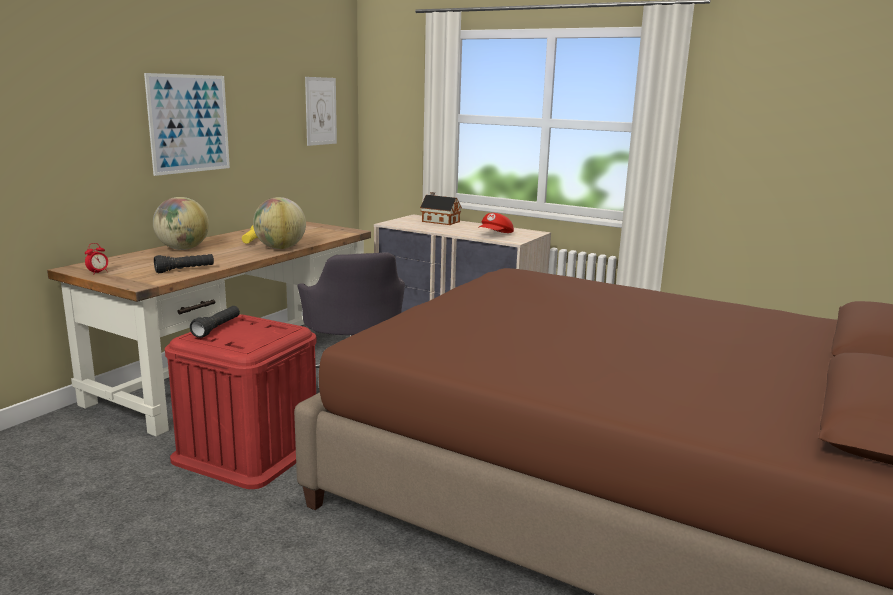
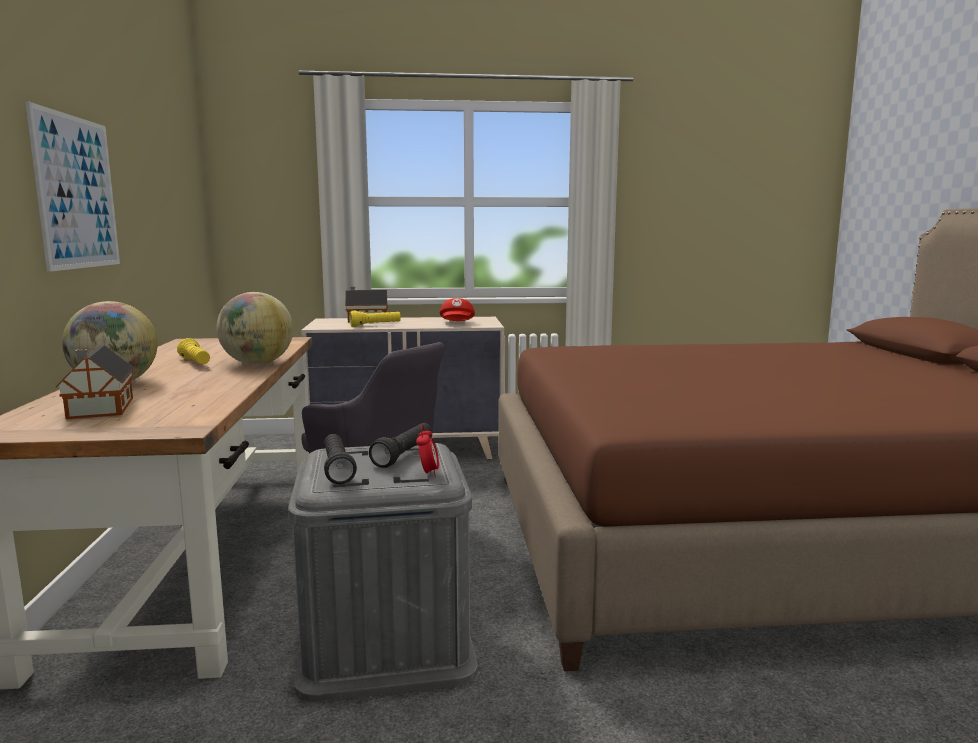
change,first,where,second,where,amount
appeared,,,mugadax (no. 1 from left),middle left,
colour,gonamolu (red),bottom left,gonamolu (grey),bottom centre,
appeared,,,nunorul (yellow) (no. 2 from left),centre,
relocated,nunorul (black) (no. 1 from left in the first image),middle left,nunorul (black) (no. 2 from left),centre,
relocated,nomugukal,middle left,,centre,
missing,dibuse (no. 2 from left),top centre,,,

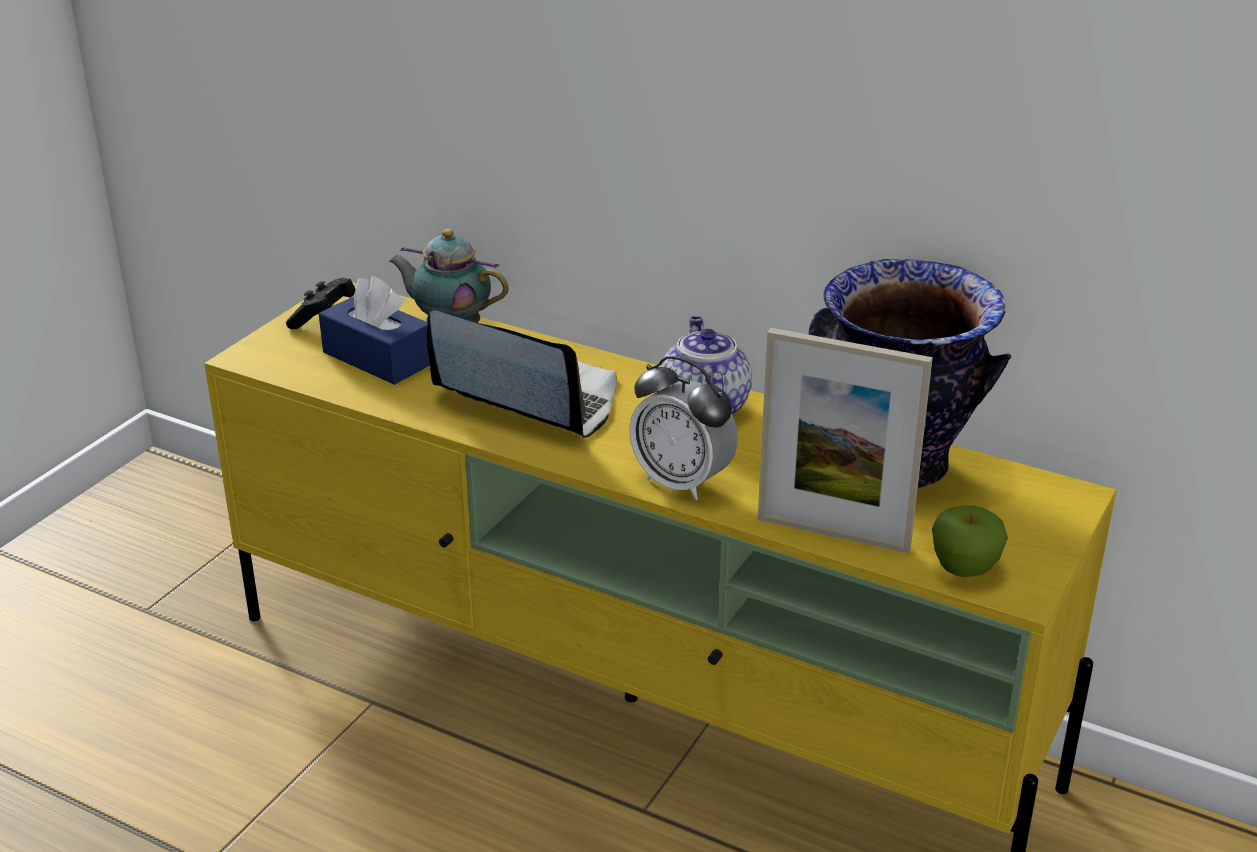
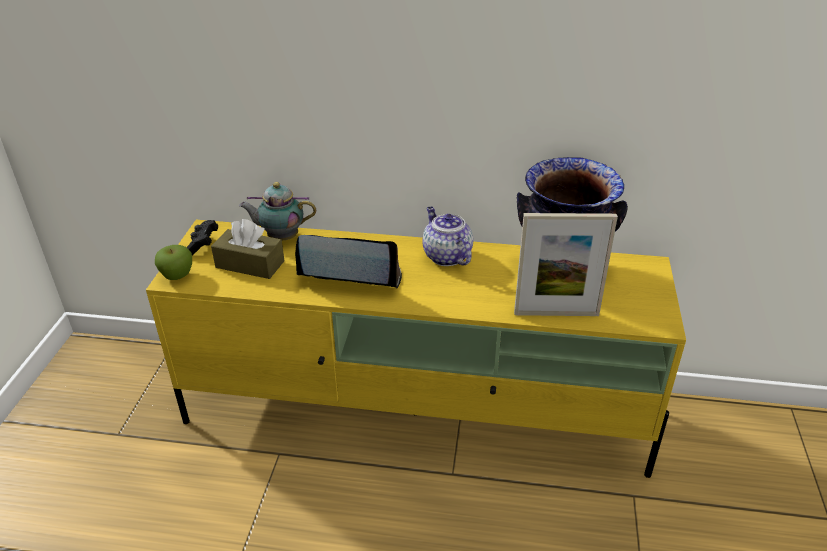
change,first,where,second,where,amount
relocated,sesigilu,middle right,,middle left,
colour,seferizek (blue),middle left,seferizek (brown),middle left,
missing,nomugukal,centre,,,

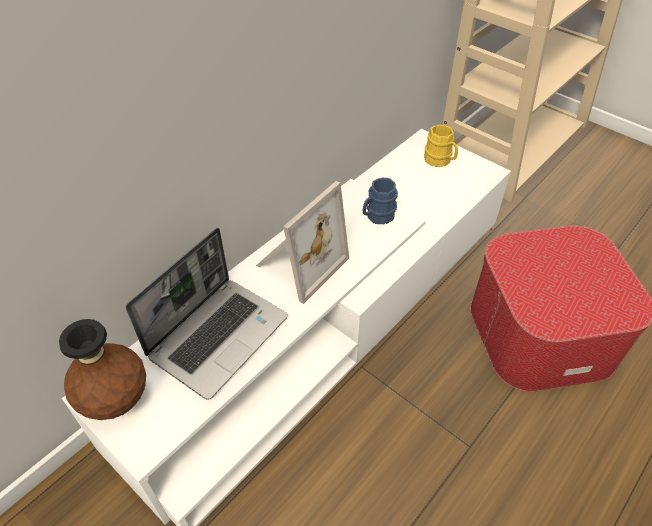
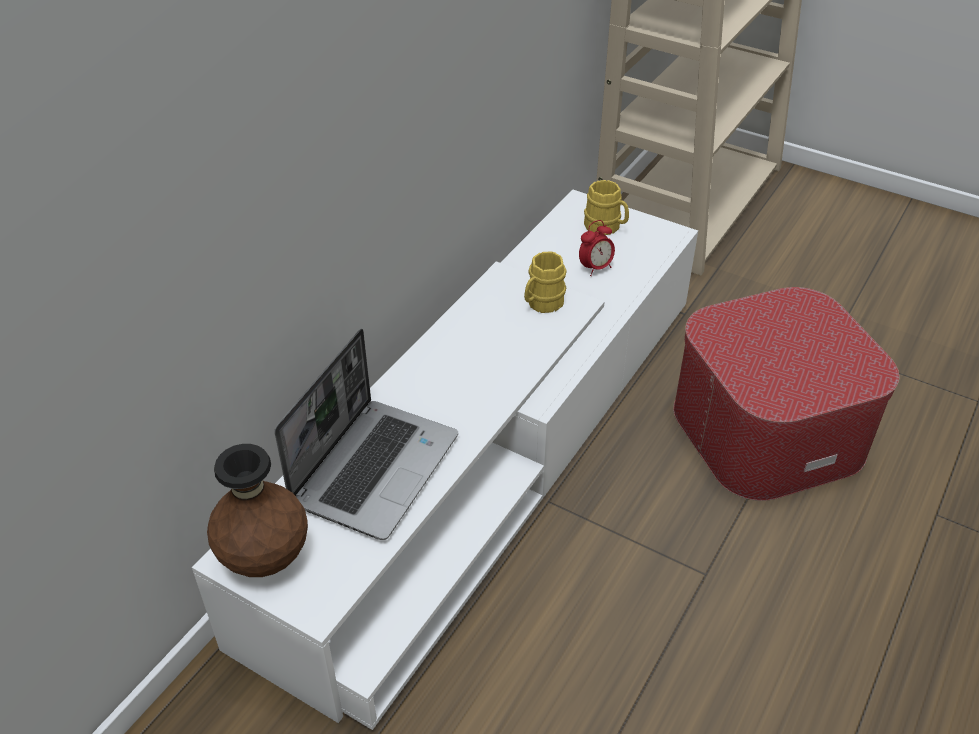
change,first,where,second,where,amount
colour,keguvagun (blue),centre,keguvagun (yellow) (no. 1 from left),centre,
appeared,,,nomugukal,centre,
missing,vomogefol,centre,,,

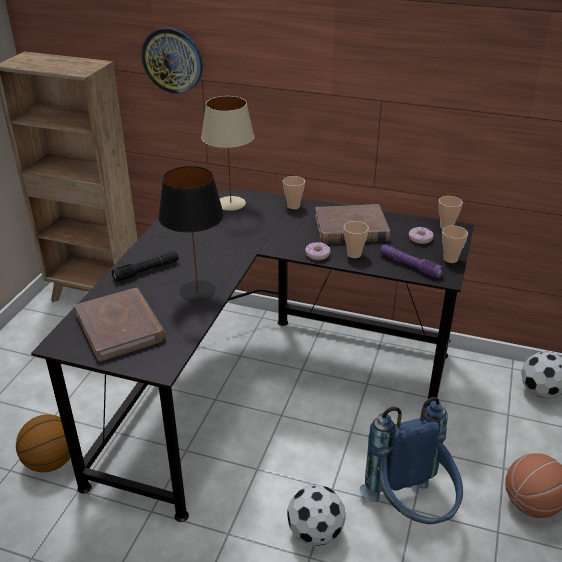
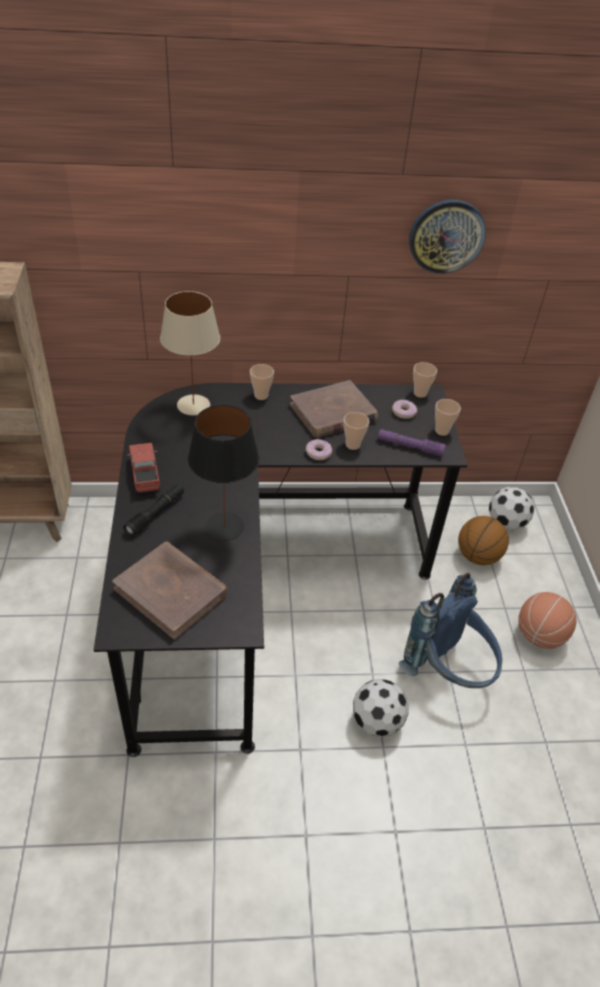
change,first,where,second,where,amount
appeared,,,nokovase,middle left,
relocated,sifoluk,top left,,top right,
relocated,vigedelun (no. 1 from left),bottom left,,middle right,

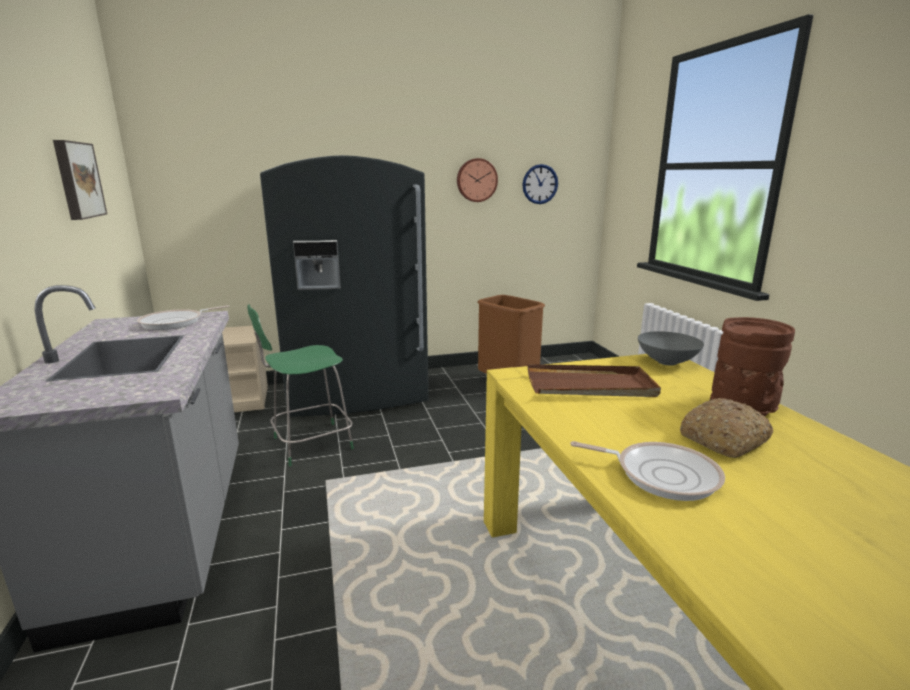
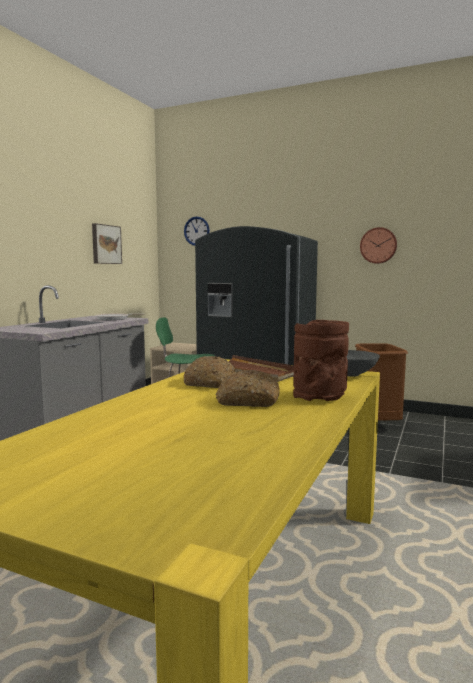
change,first,where,second,where,amount
relocated,sifoluk (no. 2 from left in the first image),top centre,sifoluk (no. 1 from left),centre,
appeared,,,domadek (no. 1 from left),centre,
missing,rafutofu (no. 2 from left),bottom right,,,

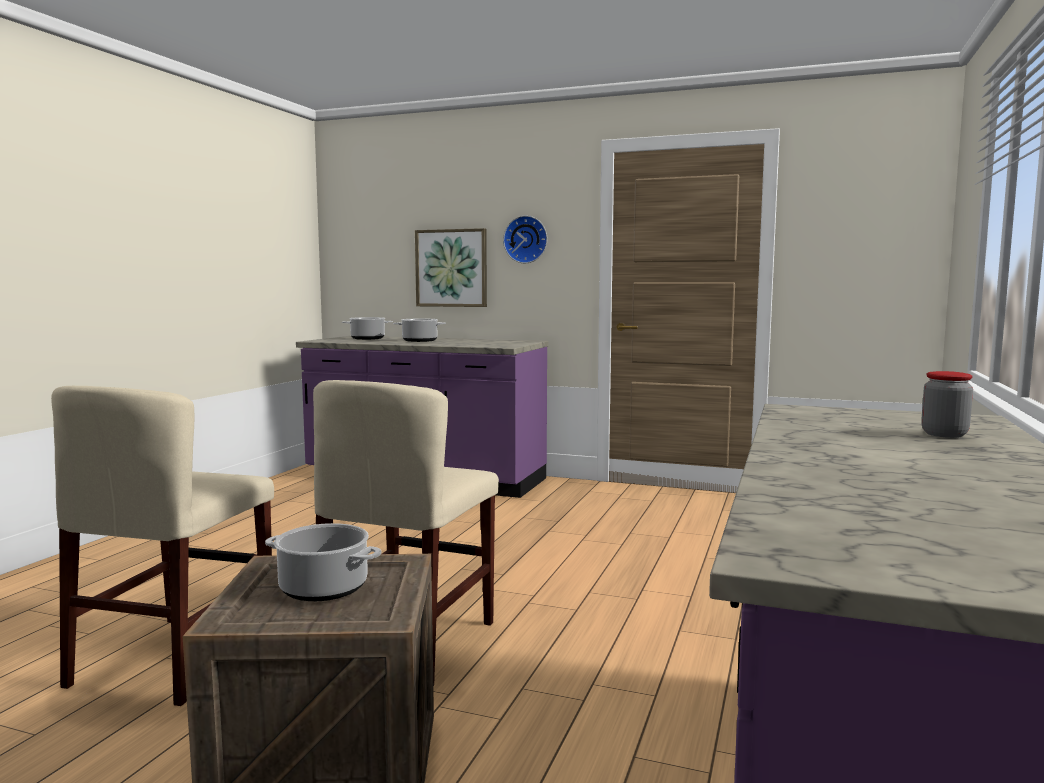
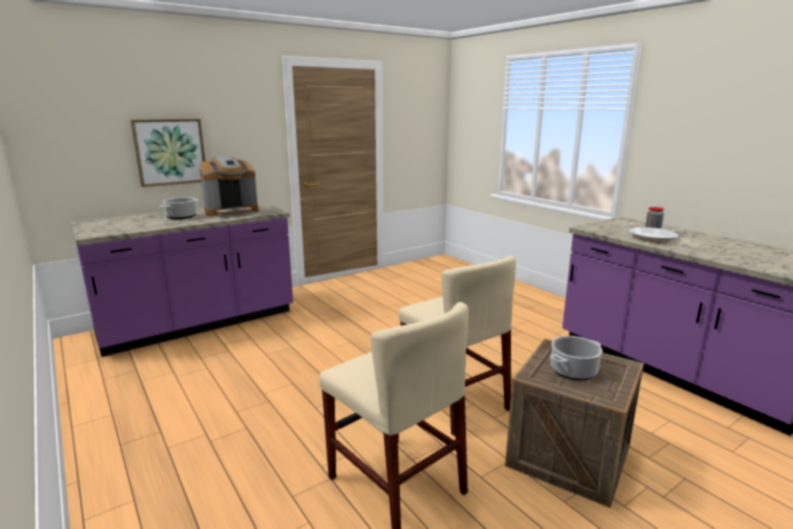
change,first,where,second,where,amount
appeared,,,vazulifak,middle left,
appeared,,,rafutofu,middle right,
missing,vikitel (no. 2 from left),centre,,,
missing,sifoluk,top centre,,,

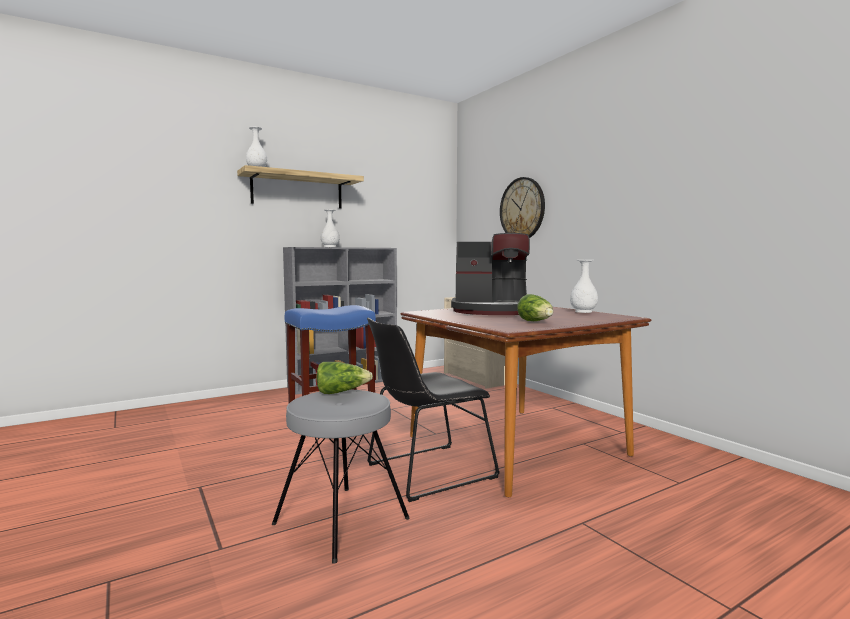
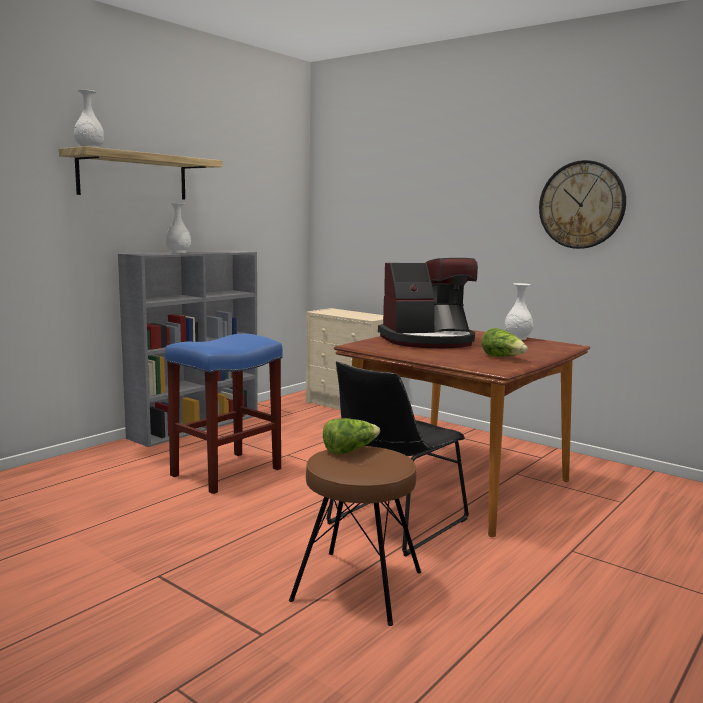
change,first,where,second,where,amount
colour,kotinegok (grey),bottom centre,kotinegok (brown),bottom centre,
relocated,sifoluk,centre,,top right,

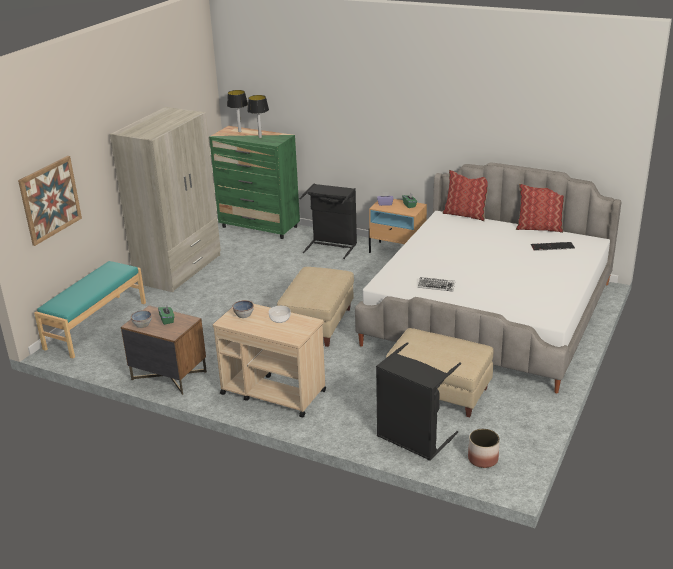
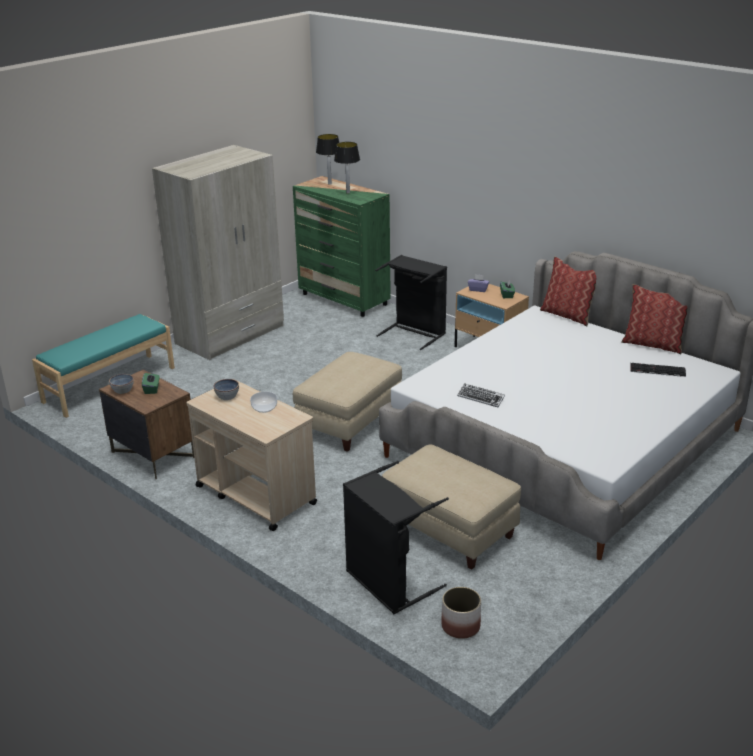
change,first,where,second,where,amount
missing,dibuse,middle left,,,

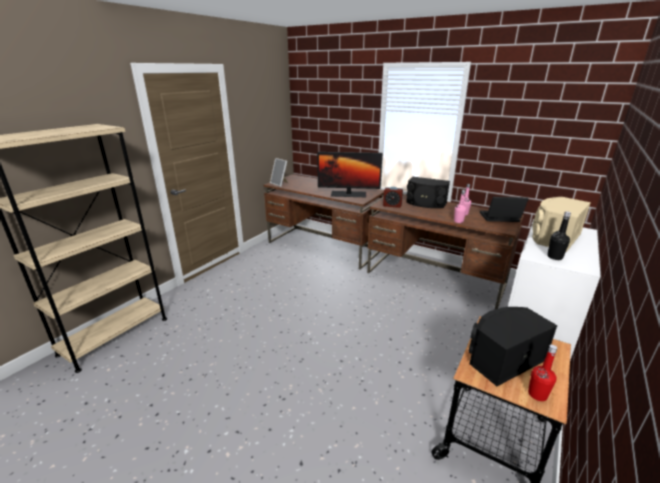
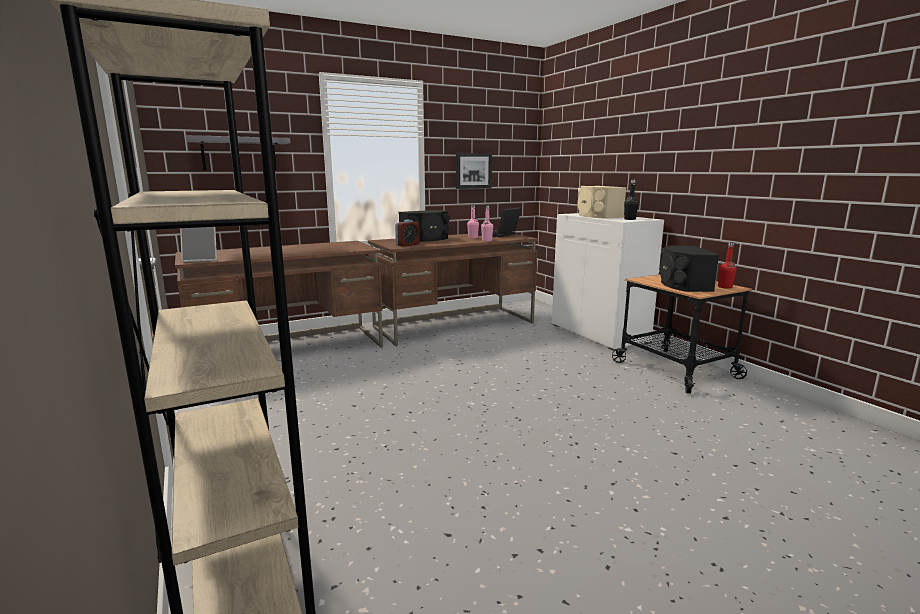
change,first,where,second,where,amount
appeared,,,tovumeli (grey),top left,
appeared,,,dibuse,top centre,
missing,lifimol,centre,,,

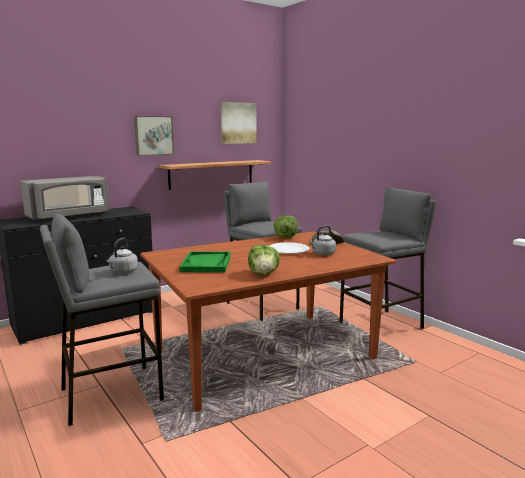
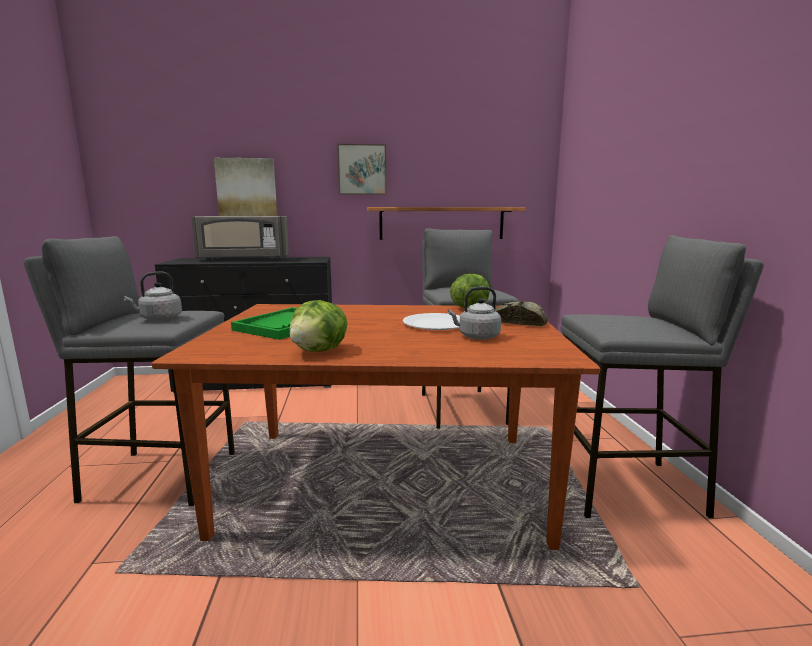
change,first,where,second,where,amount
relocated,dibuse (no. 2 from left in the first image),top centre,dibuse (no. 1 from left),top left,

